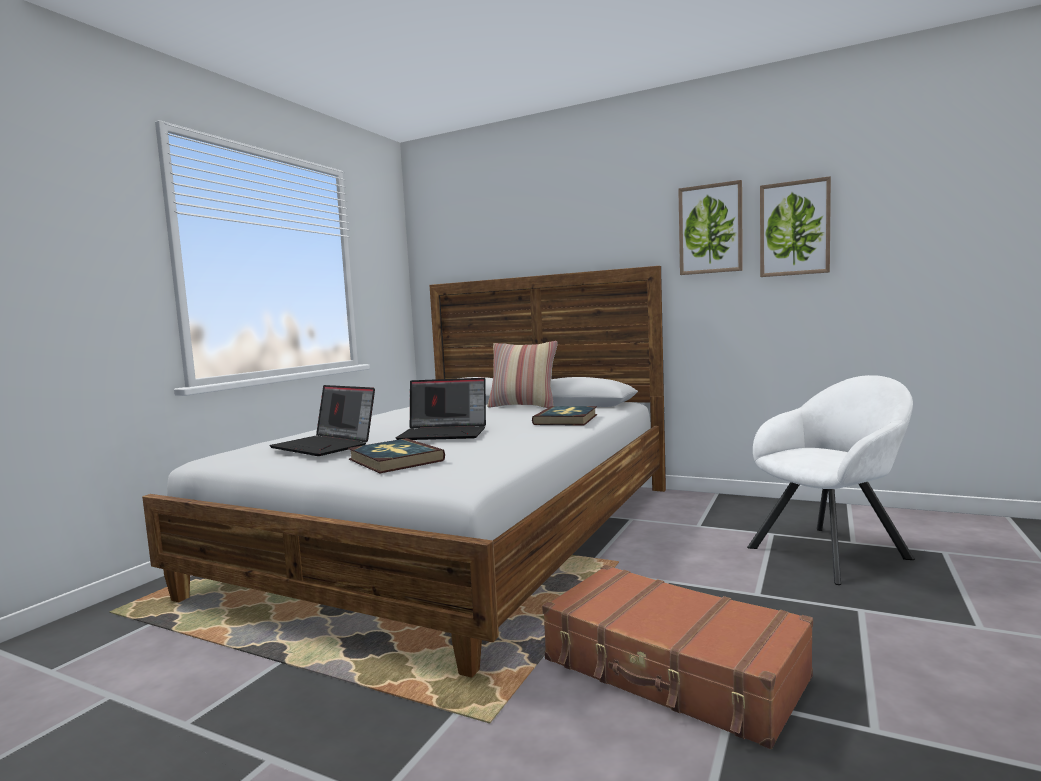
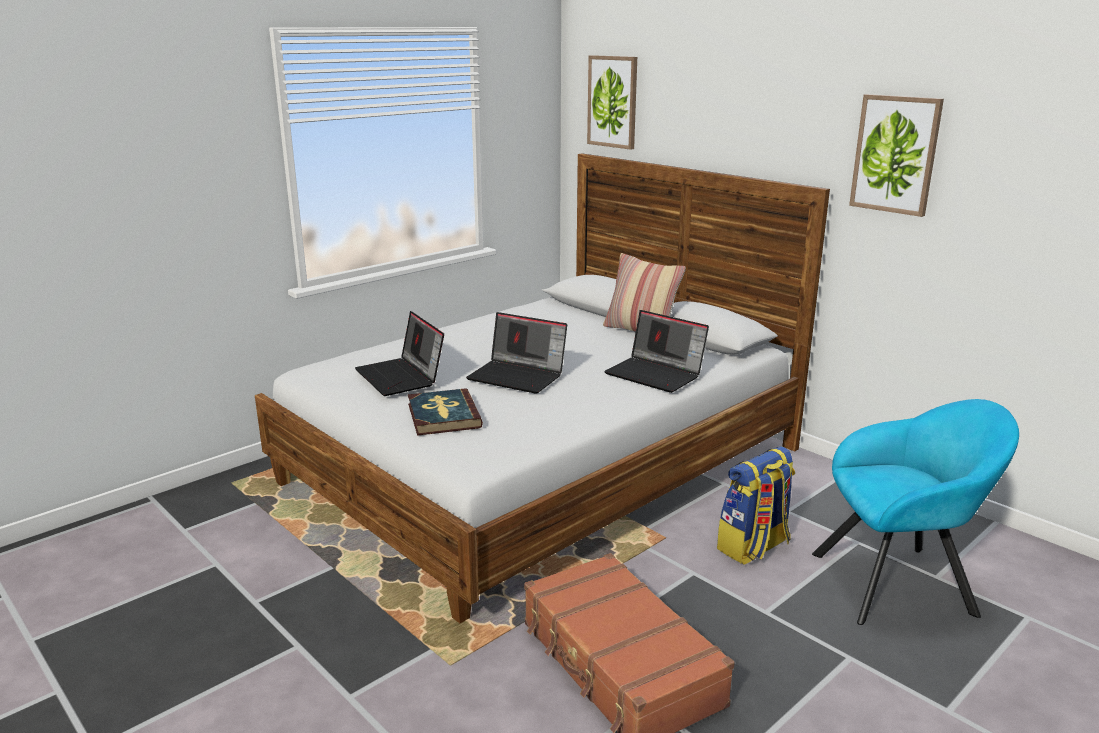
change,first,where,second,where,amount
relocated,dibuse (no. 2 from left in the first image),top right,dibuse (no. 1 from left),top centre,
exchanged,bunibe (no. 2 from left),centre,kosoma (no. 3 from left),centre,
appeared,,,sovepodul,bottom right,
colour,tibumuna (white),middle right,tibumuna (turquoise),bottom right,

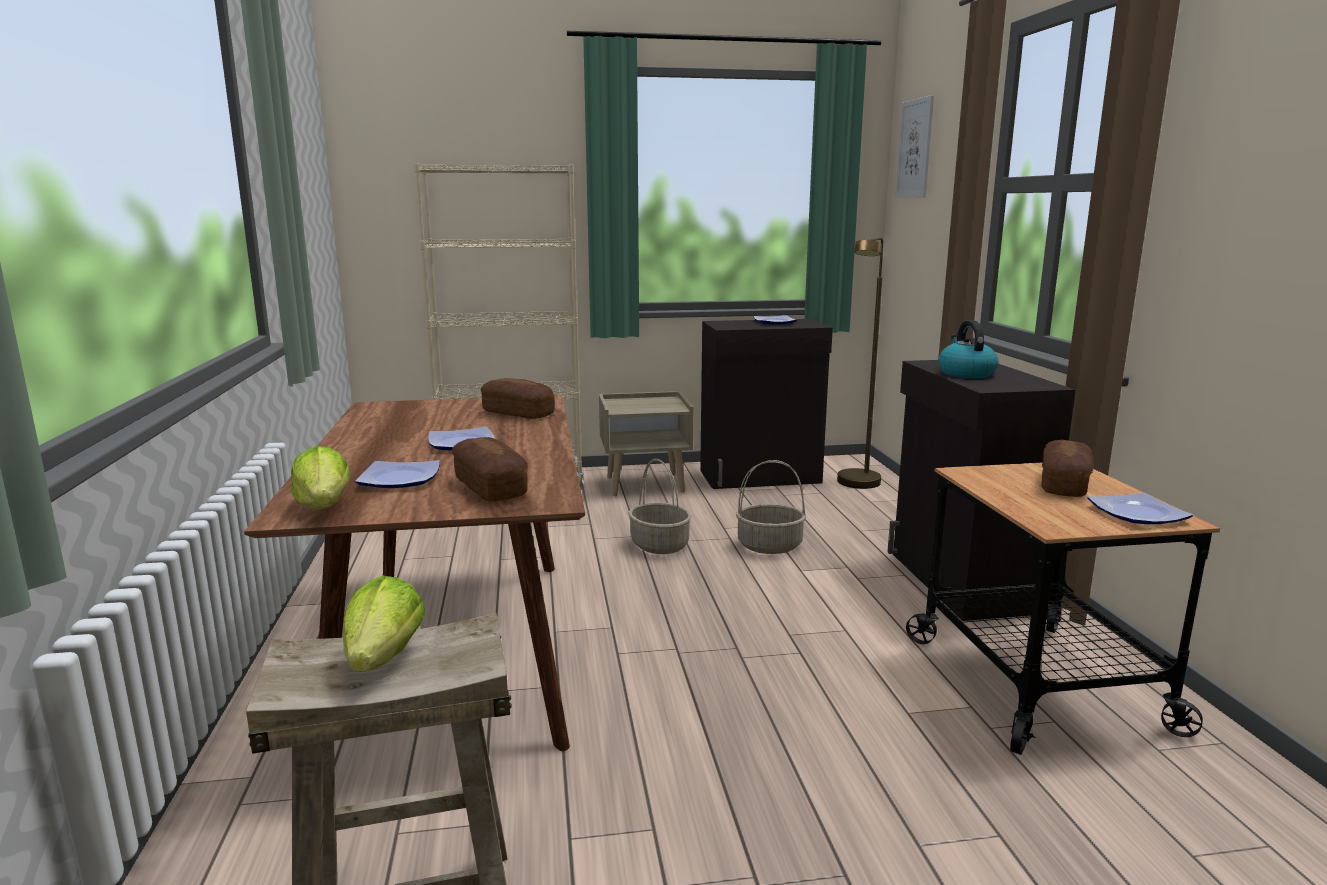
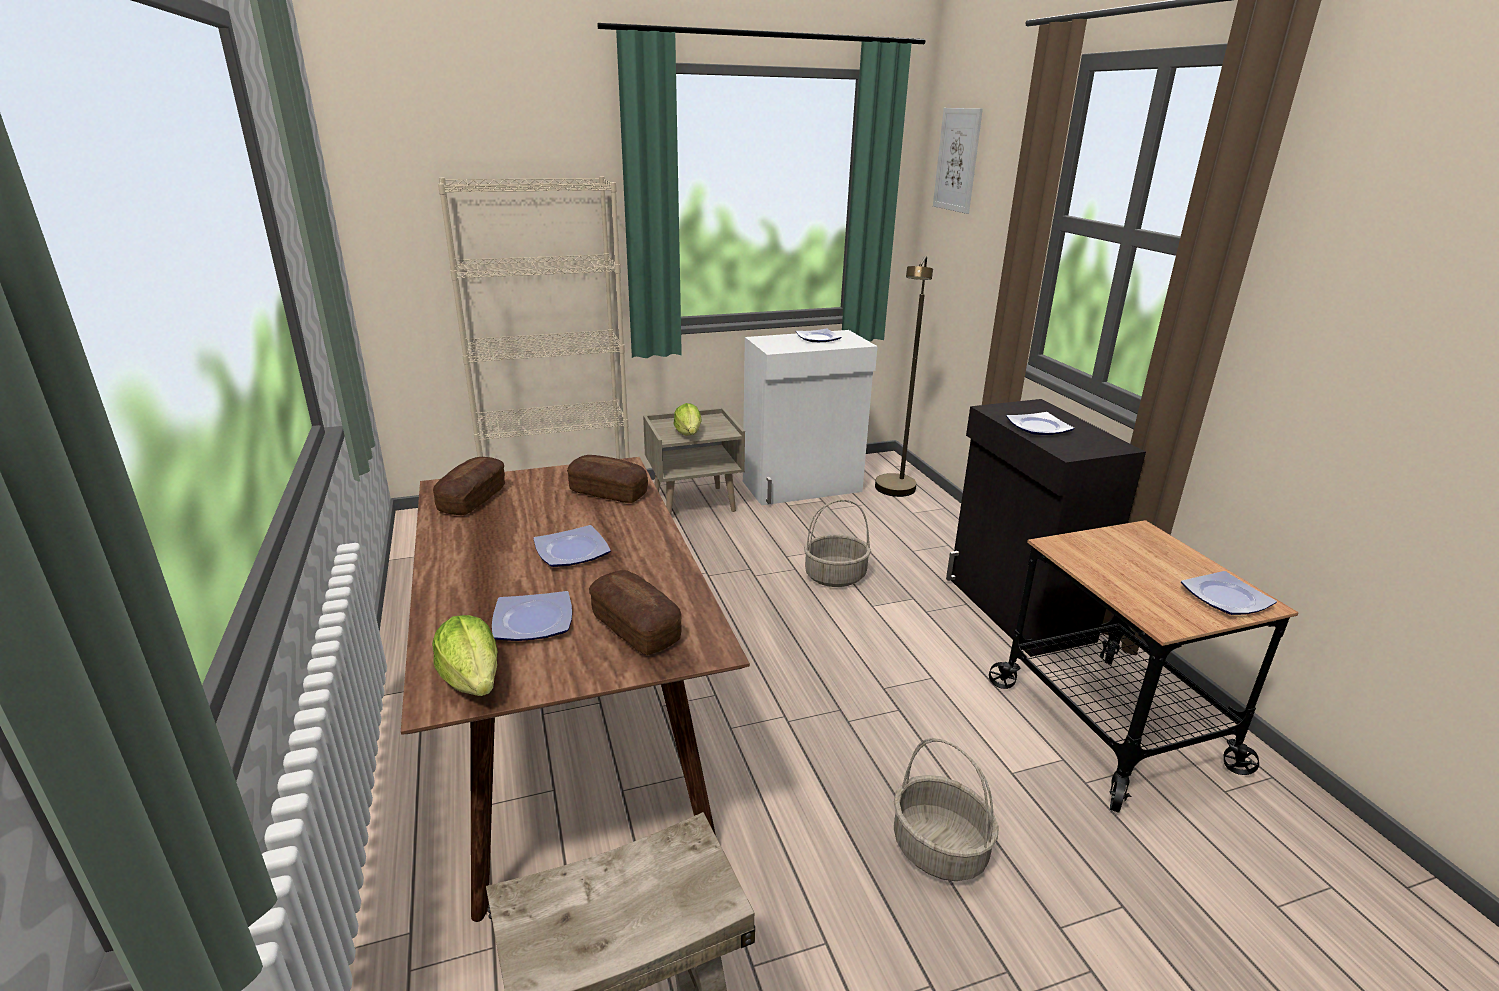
change,first,where,second,where,amount
relocated,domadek (no. 3 from left in the first image),middle right,domadek (no. 1 from left),middle left,
relocated,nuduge (no. 2 from left),bottom left,,centre,
colour,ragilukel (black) (no. 1 from left),centre,ragilukel (white),centre,
relocated,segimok (no. 1 from left in the first image),centre,segimok (no. 2 from left),bottom centre,
exchanged,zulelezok,middle right,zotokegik (no. 4 from left),middle right,

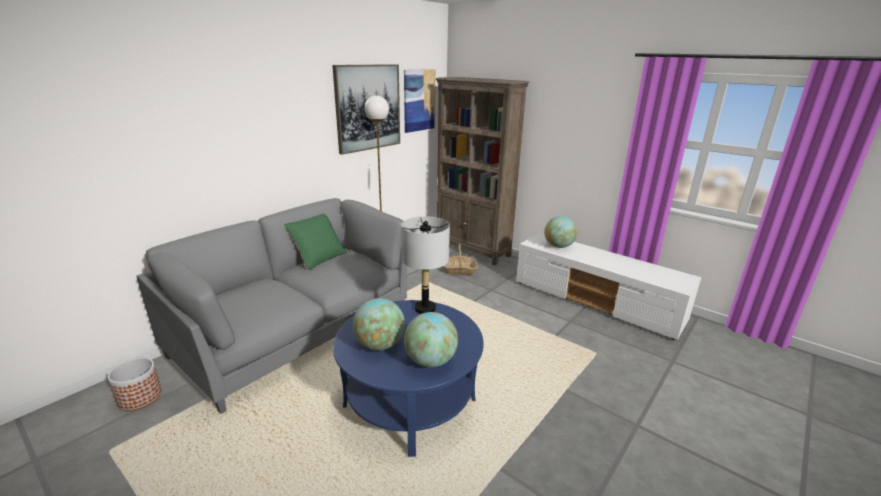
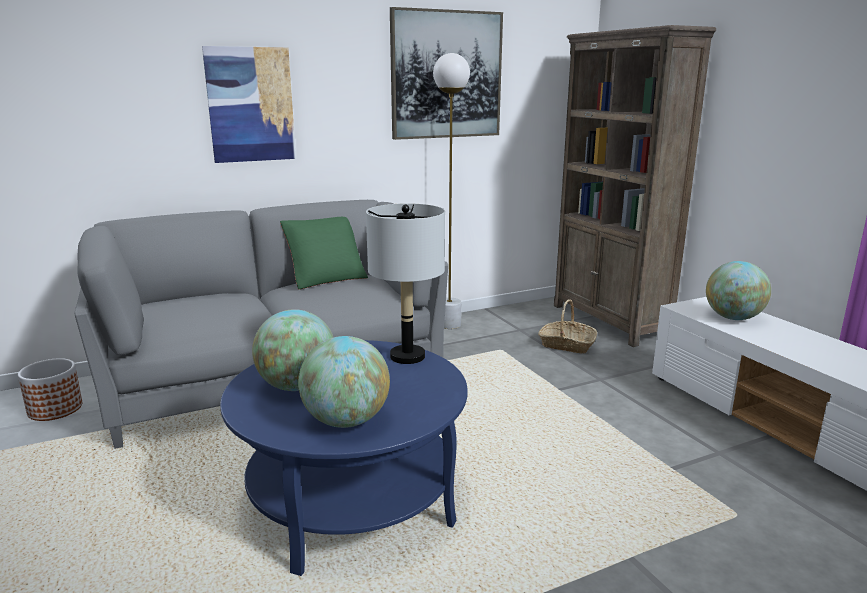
change,first,where,second,where,amount
relocated,dibuse (no. 2 from left in the first image),top centre,dibuse (no. 1 from left),top left,

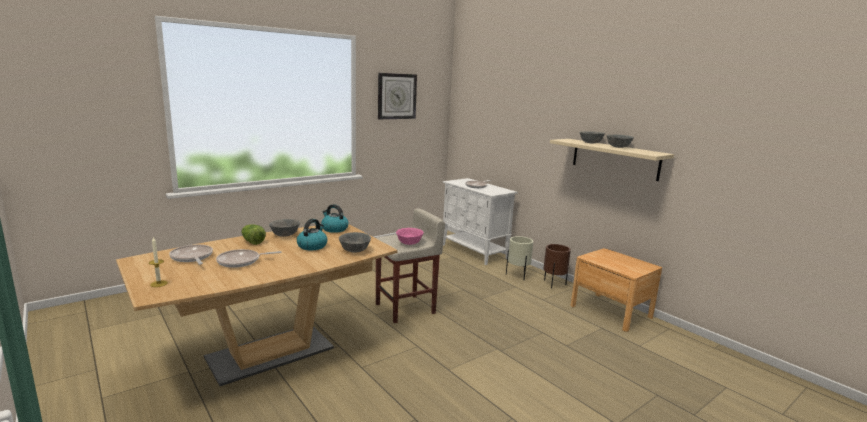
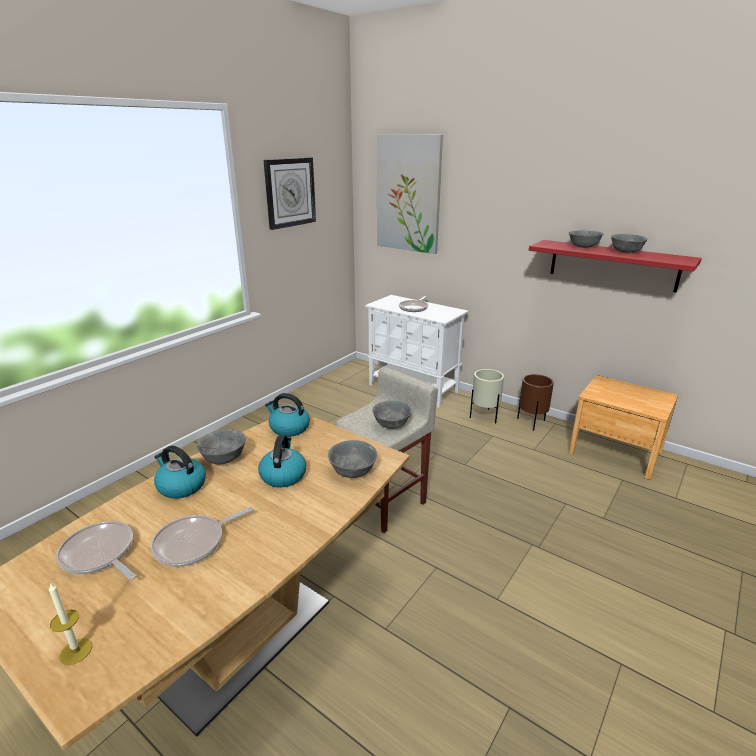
change,first,where,second,where,amount
exchanged,nuduge,middle left,zulelezok (no. 1 from left),middle left,
colour,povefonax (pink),centre,povefonax (grey) (no. 3 from left),centre,
appeared,,,dibuse,top centre,
colour,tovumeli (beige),middle right,tovumeli (red),middle right,

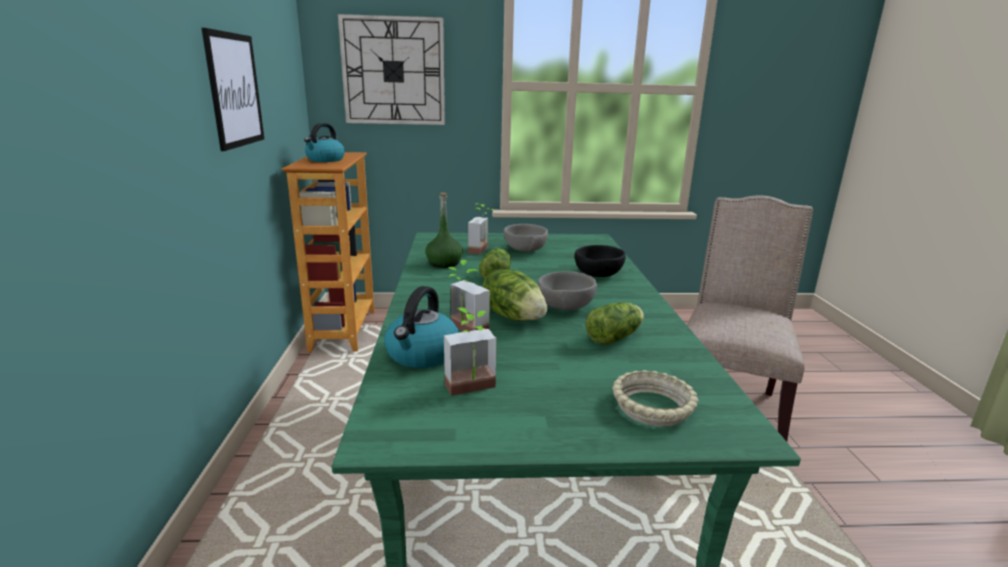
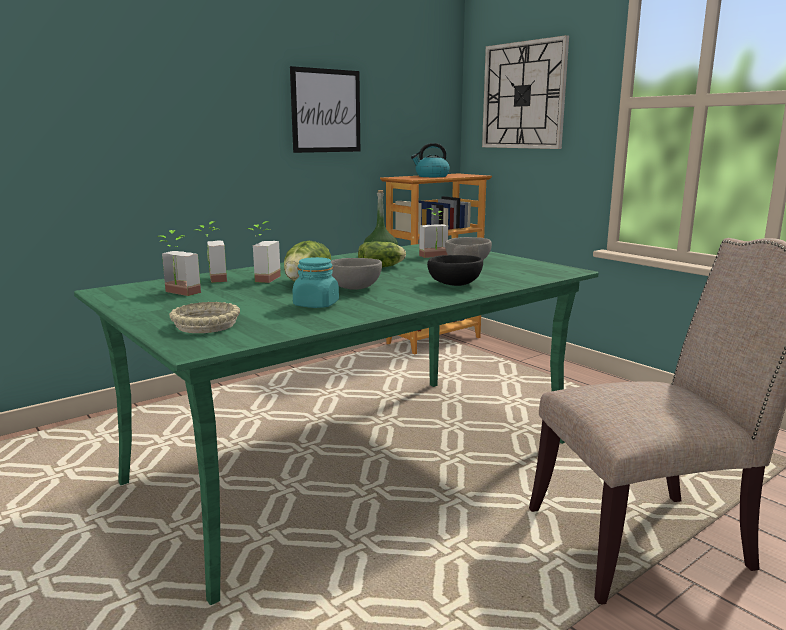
change,first,where,second,where,amount
exchanged,zulelezok (no. 2 from left),centre,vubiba (no. 2 from left),middle left,
exchanged,nuduge (no. 3 from left),centre,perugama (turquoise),centre,

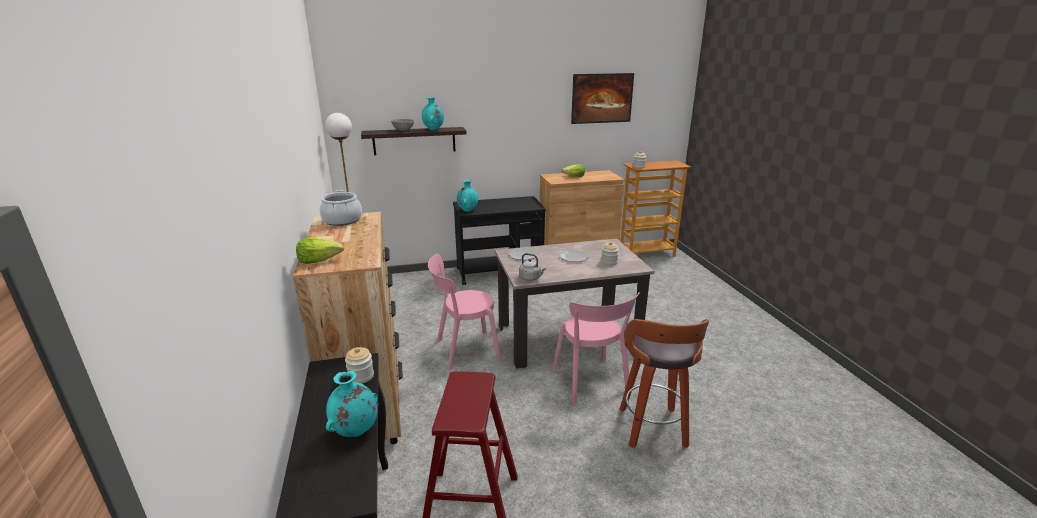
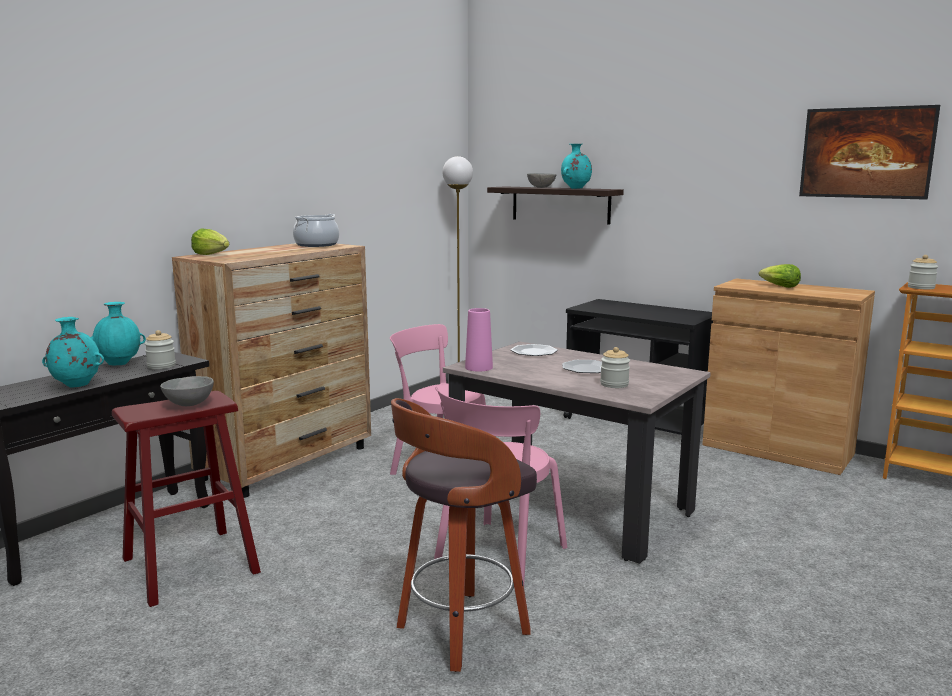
change,first,where,second,where,amount
relocated,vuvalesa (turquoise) (no. 3 from left in the first image),centre,vuvalesa (turquoise) (no. 2 from left),middle left,
appeared,,,povefonax (grey) (no. 1 from left),middle left,
exchanged,zulelezok (grey),centre,vuvalesa (pink),centre,

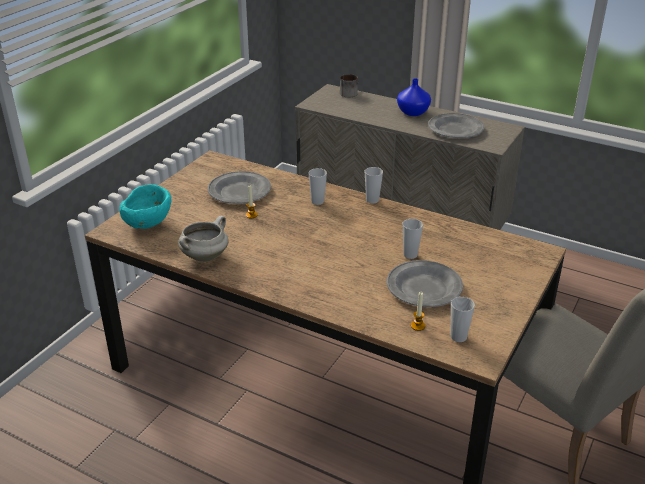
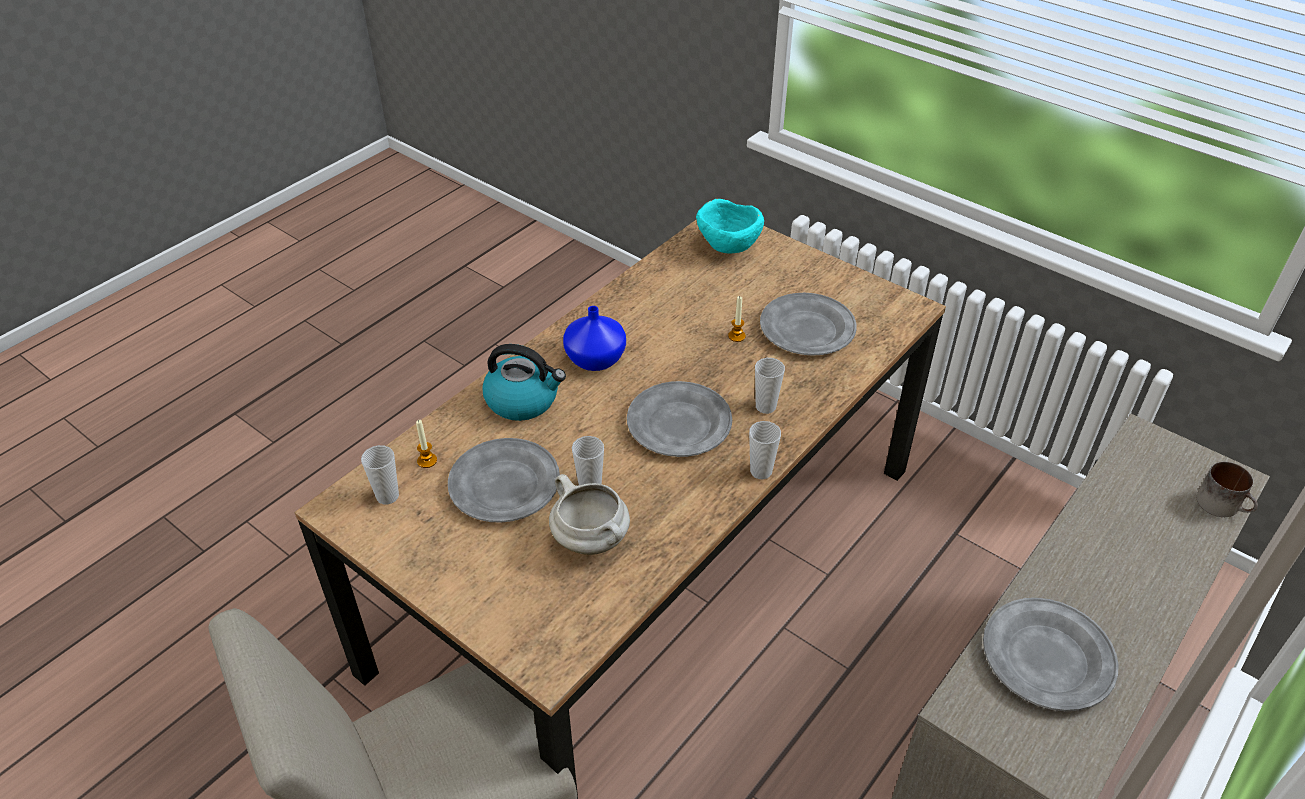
change,first,where,second,where,amount
appeared,,,zulelezok,centre,
relocated,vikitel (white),middle left,,centre,
relocated,vuvalesa (blue),top centre,,centre,
appeared,,,zotokegik (grey) (no. 2 from left),centre,

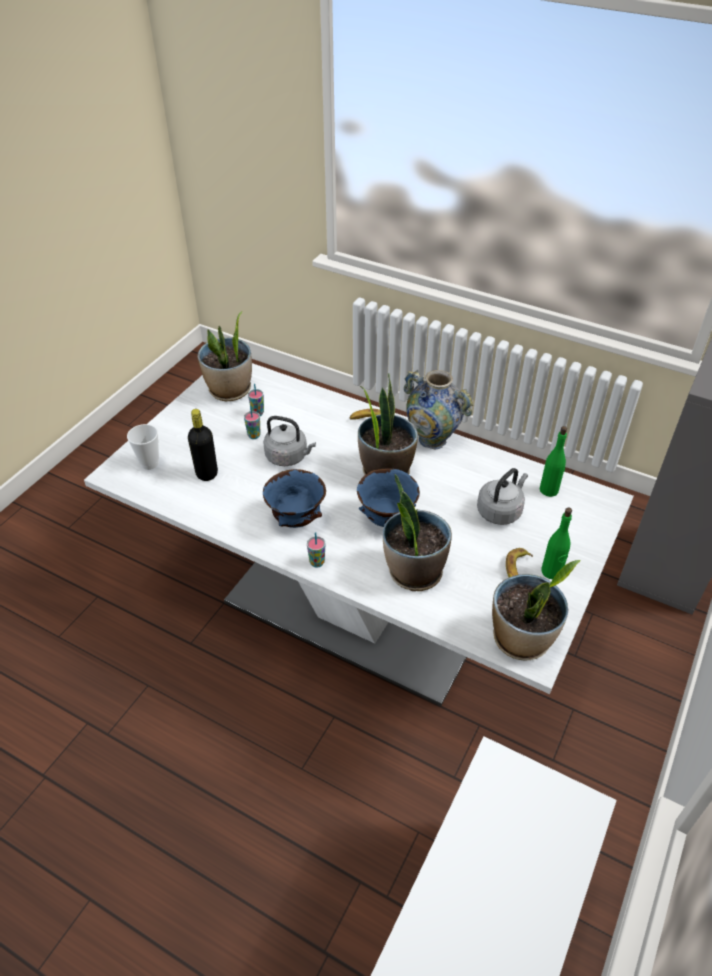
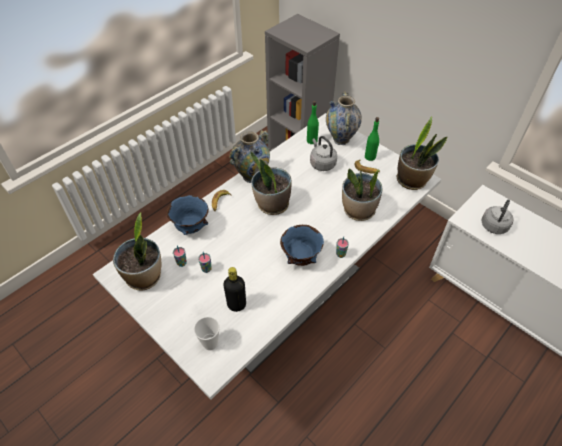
change,first,where,second,where,amount
relocated,povefonax (blue) (no. 2 from left in the first image),centre,povefonax (blue) (no. 1 from left),middle left,
appeared,,,vuvalesa (no. 2 from left),top centre,
relocated,zulelezok (grey) (no. 1 from left in the first image),centre,zulelezok (grey) (no. 2 from left),middle right,

